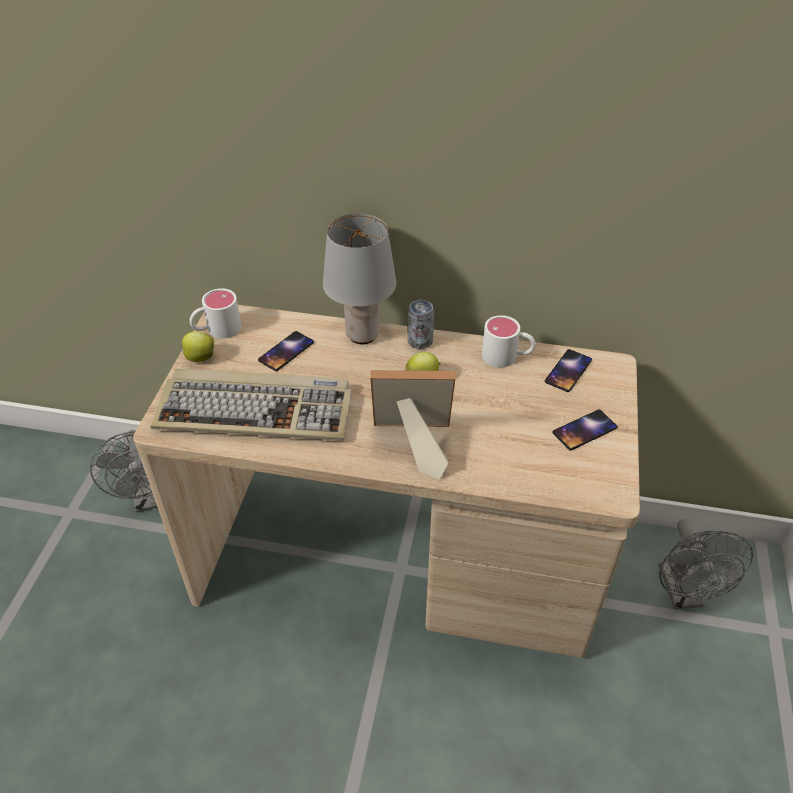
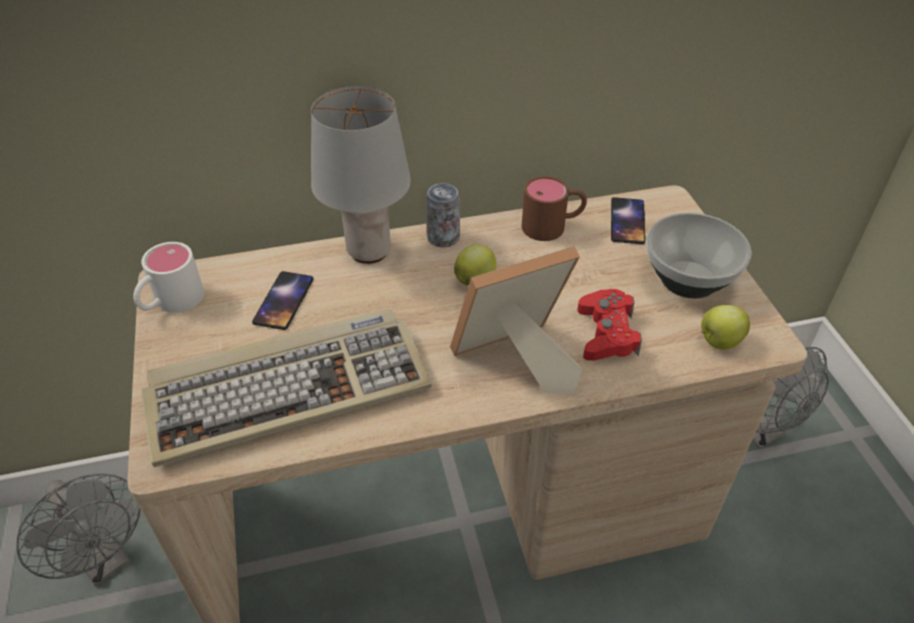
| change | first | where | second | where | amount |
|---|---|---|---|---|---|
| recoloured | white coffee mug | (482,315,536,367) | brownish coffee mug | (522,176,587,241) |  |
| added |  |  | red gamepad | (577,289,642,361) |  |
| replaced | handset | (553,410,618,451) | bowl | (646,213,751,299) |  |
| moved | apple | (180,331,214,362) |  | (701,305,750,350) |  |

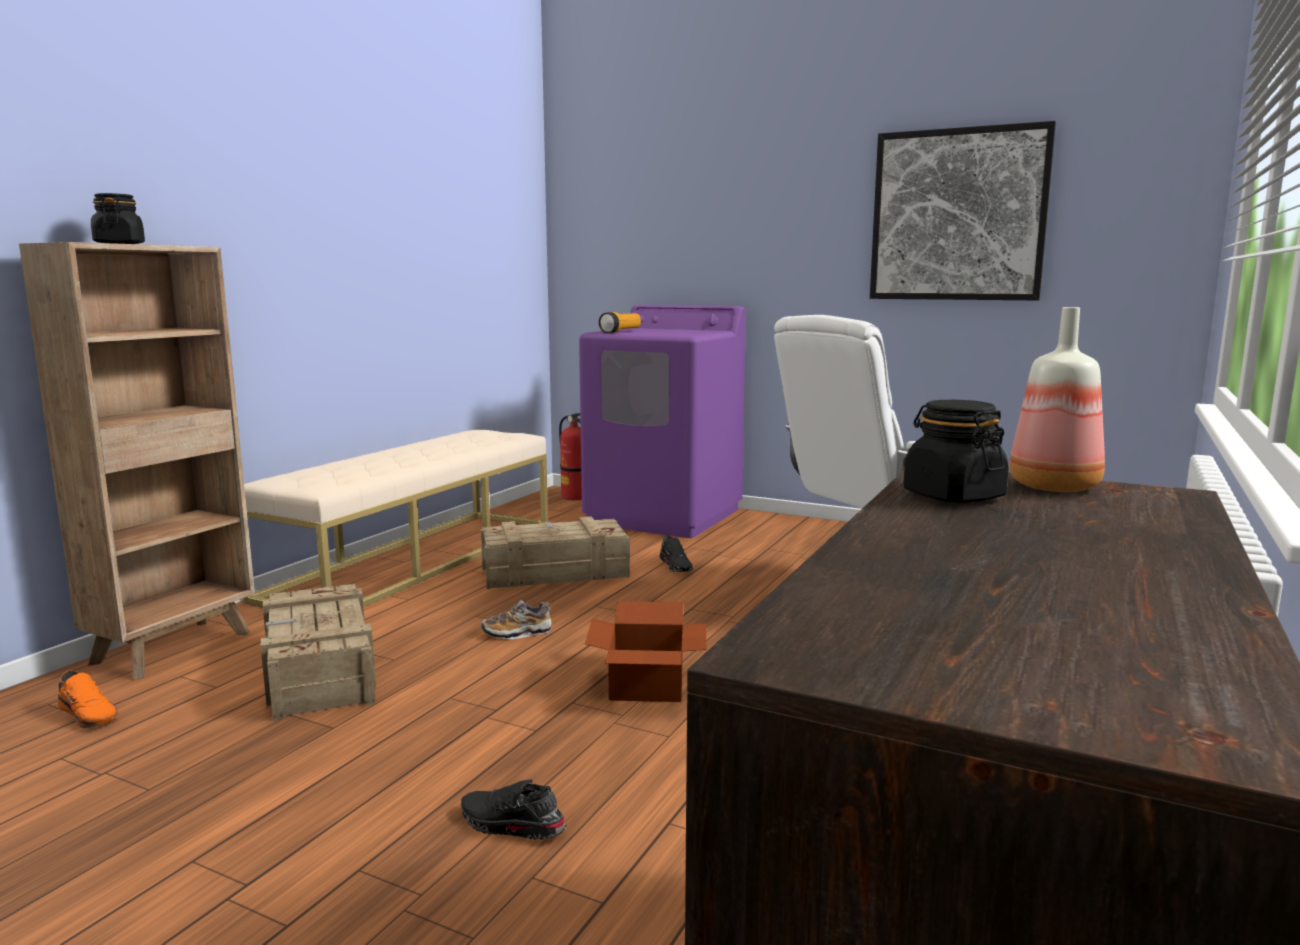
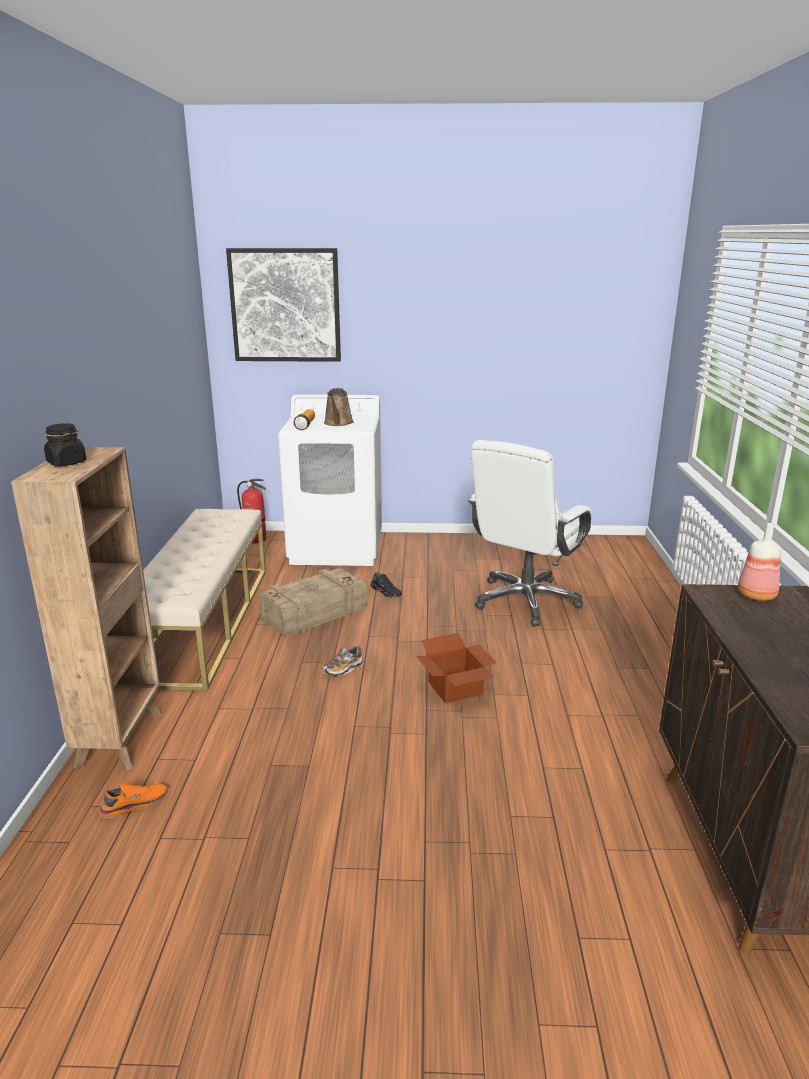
| change | first | where | second | where | amount |
|---|---|---|---|---|---|
| turned | orange-coloured low shoe | (58,671,119,728) |  | (99,783,167,818) | 45 degrees counterclockwise |
| moved | wall art | (870,121,1056,300) |  | (226,248,341,362) |  |
| recoloured | purple laundry machine | (579,305,746,538) | white laundry machine | (278,394,382,566) |  |
| added |  |  | brownish watering can | (324,388,354,426) |  |
| removed | packing crate | (261,584,376,721) |  |  |  |
| removed | black low shoe | (461,779,567,839) |  |  |  |
| removed | black storage jar | (903,400,1009,503) |  |  |  |

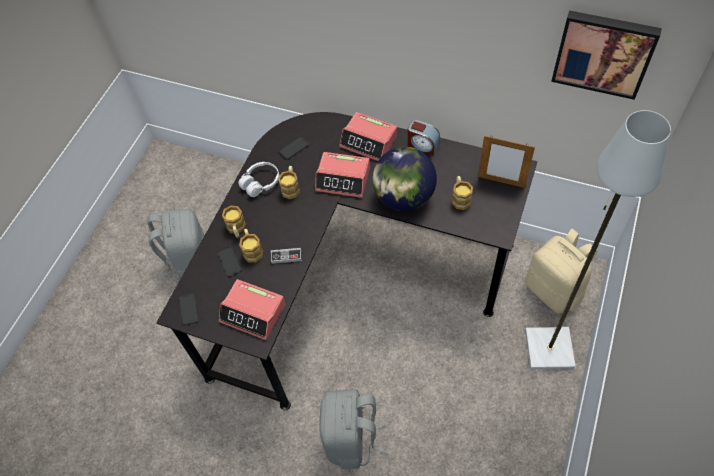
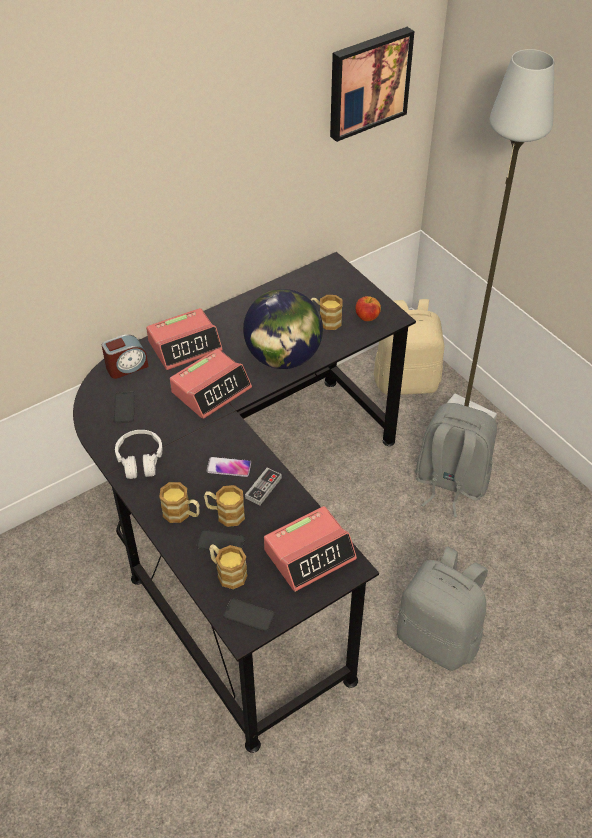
| change | first | where | second | where | amount |
|---|---|---|---|---|---|
| moved | table clock | (408,120,440,155) |  | (102,334,149,379) |  |
| added |  |  | handset | (206,457,251,477) |  |
| moved | coffee mug | (278,166,300,199) |  | (209,544,248,589) |  |
| added |  |  | apple | (355,296,381,321) |  |
| moved | greyish backpack | (148,209,205,283) |  | (415,403,497,517) |  |
| removed | picture frame | (478,136,535,188) |  |  |  |

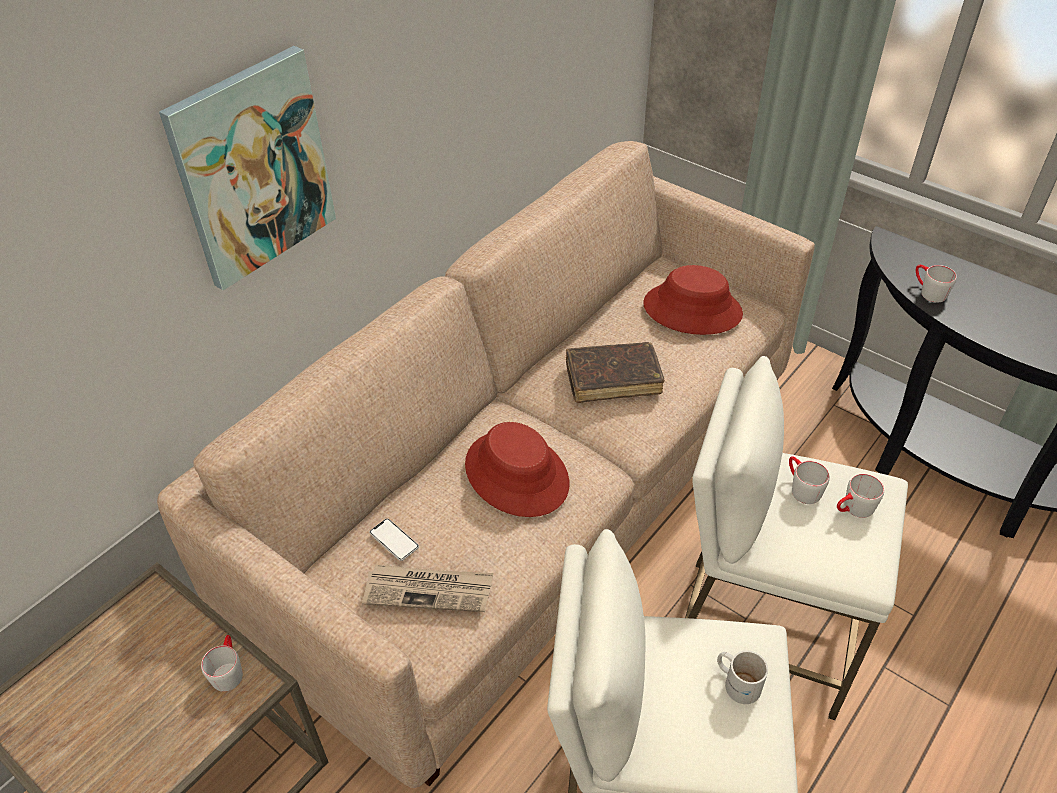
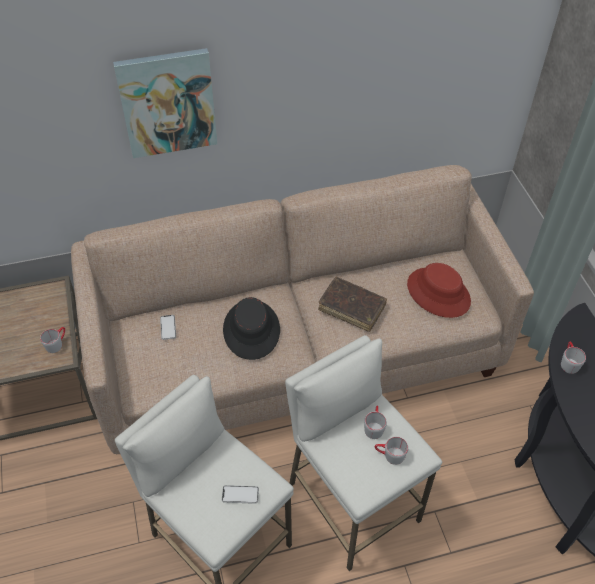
| change | first | where | second | where | amount |
|---|---|---|---|---|---|
| replaced | white coffee mug | (717,650,768,704) | handset | (222,485,259,504) |  |
| recoloured | red clothing hat | (465,422,569,517) | black clothing hat | (223,297,280,360) |  |
| removed | newspaper | (362,565,493,612) |  |  |  |

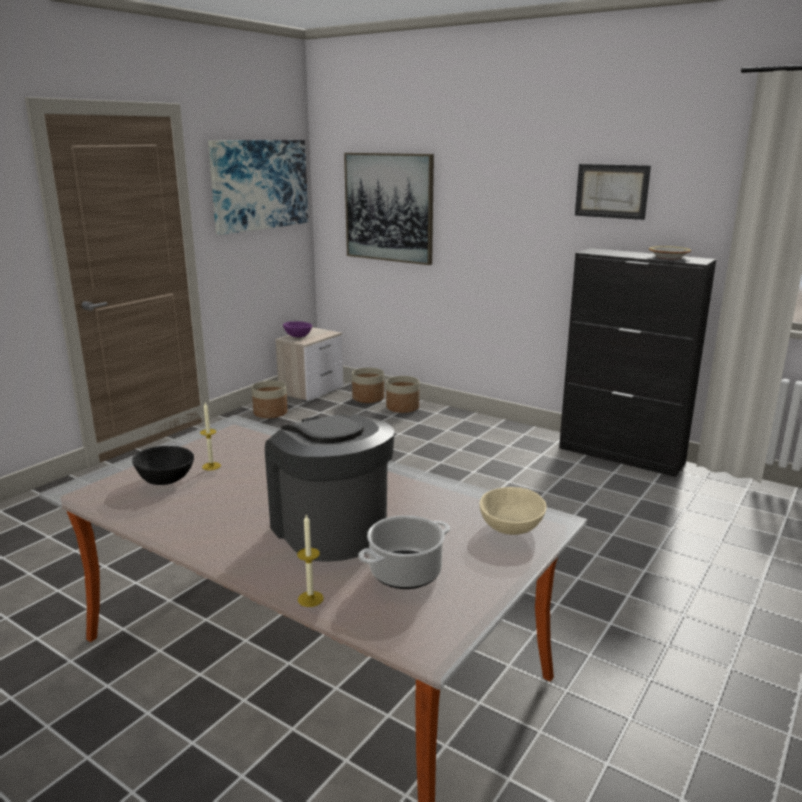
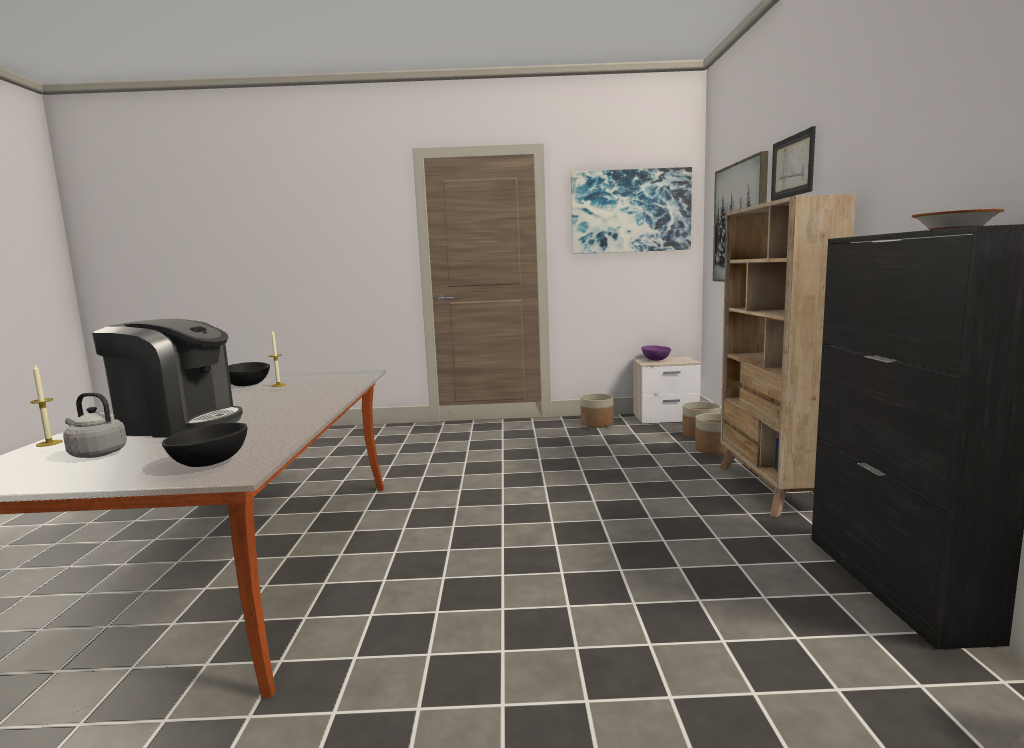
| change | first | where | second | where | amount |
|---|---|---|---|---|---|
| replaced | saucepot | (358,515,450,589) | greyish tea kettle | (63,392,127,458) |  |
| turned | coffee maker | (265,414,395,562) |  | (92,319,243,438) | 75 degrees clockwise |
| recoloured | beige bowl | (480,487,546,535) | black bowl | (162,422,247,467) |  |
| added |  |  | beige shelving unit | (720,194,856,517) |  |
| moved | wall art | (575,164,651,220) |  | (771,126,816,201) |  |

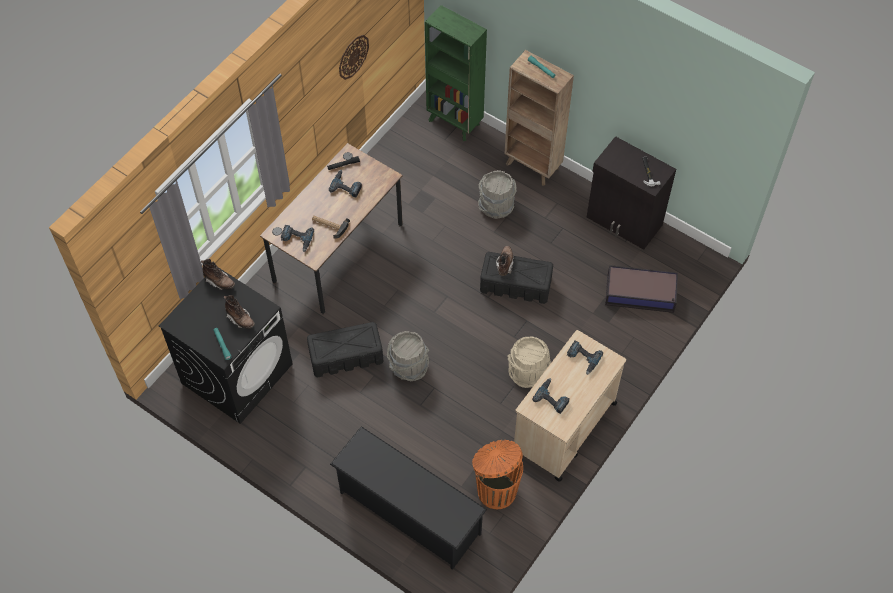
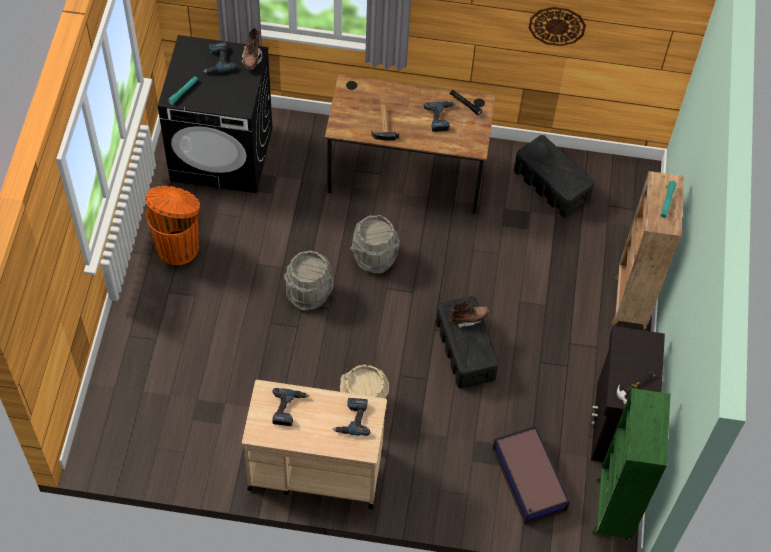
| change | first | where | second | where | amount |
|---|---|---|---|---|---|
| moved | orange-coloured rubbish bin | (472,440,523,509) |  | (145,186,200,265) |  |
| moved | drill | (281,225,314,252) |  | (203,42,236,73) |  |
| moved | greyish water bucket | (478,170,517,219) |  | (350,215,400,274) |  |
| moved | black storage container | (307,322,383,377) |  | (514,135,594,218) |  |
| moved | greenish shelving unit | (425,5,487,141) |  | (592,388,671,541) |  |
| removed | brownish high-top boot | (224,295,255,329) |  |  |  |
| removed | black shoe shelf | (330,426,487,570) |  |  |  |

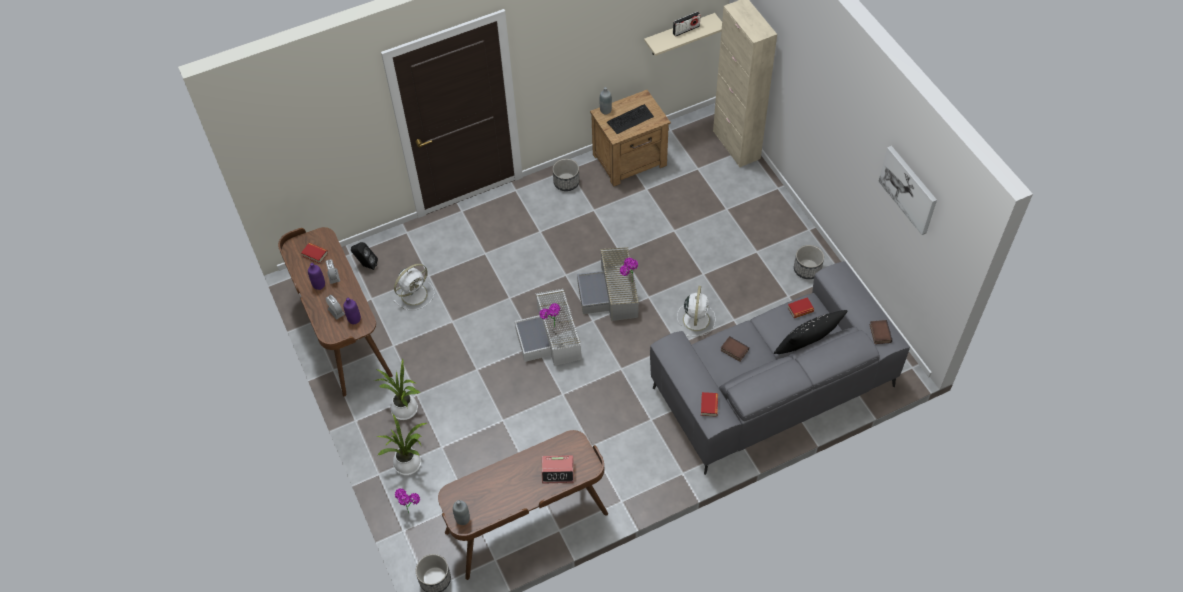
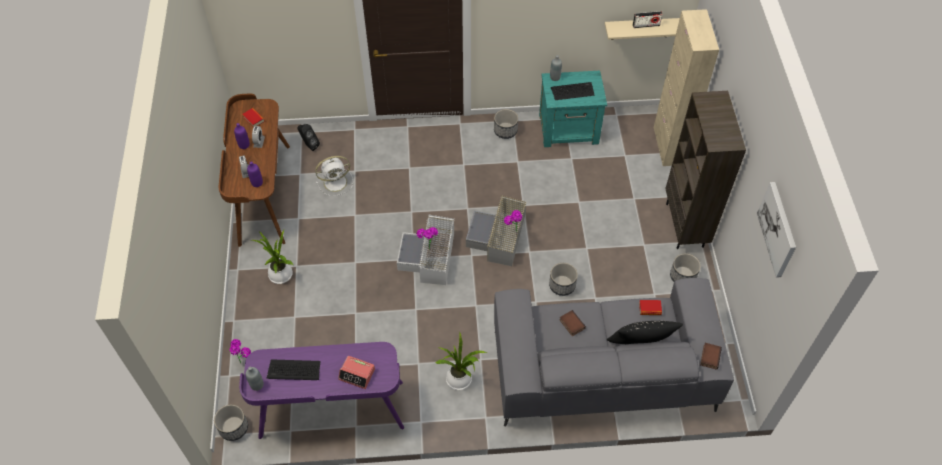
| change | first | where | second | where | amount |
|---|---|---|---|---|---|
| recoloured | brownish desk table | (438,430,608,580) | purple desk table | (239,342,404,439) |  |
| added |  |  | keyboard | (267,359,320,380) |  |
| moved | potted plant | (377,413,427,475) |  | (436,332,487,390) |  |
| recoloured | brownish night table | (590,90,671,186) | turquoise night table | (539,71,607,147) |  |
| replaced | white cooling fan | (677,286,716,336) | plant pot | (549,263,578,296) |  |
| added |  |  | brownish shelving unit | (665,91,746,249) |  |
| removed | bound book | (701,392,718,417) |  |  |  |

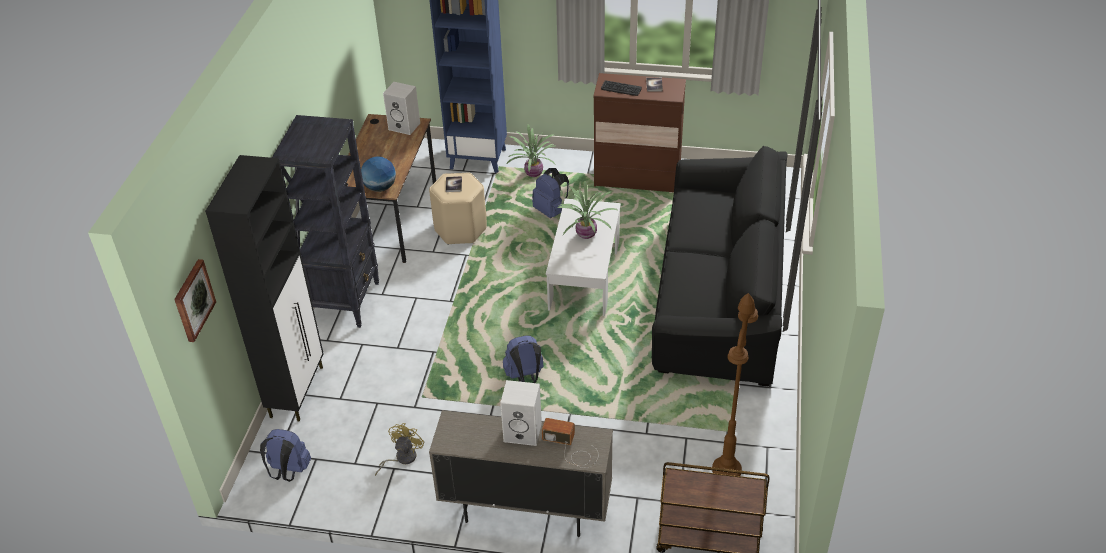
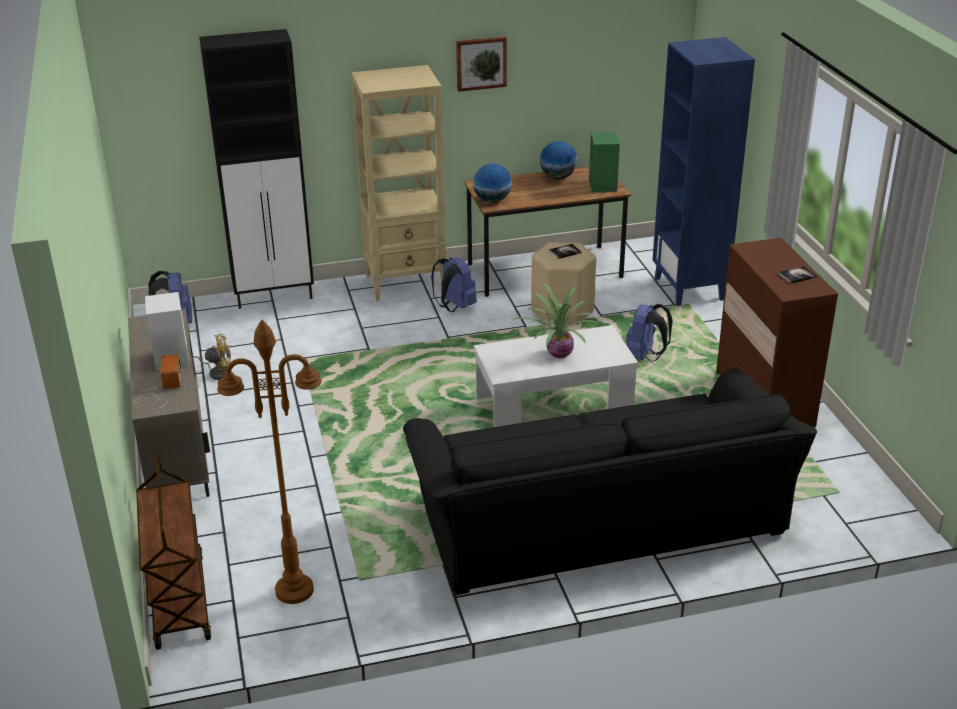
| change | first | where | second | where | amount |
|---|---|---|---|---|---|
| recoloured | black shelving unit | (272,115,379,328) | beige shelving unit | (351,65,446,301) |  |
| moved | bluish backpack | (503,335,543,383) |  | (431,257,477,312) |  |
| moved | wall art | (174,259,216,342) |  | (456,36,507,92) |  |
| added |  |  | globe | (540,141,577,179) |  |
| recoloured | white loudspeaker | (383,82,420,135) | greenish loudspeaker | (589,133,620,192) |  |
| removed | potted plant | (506,124,555,177) |  |  |  |
| removed | keyboard | (601,80,642,96) |  |  |  |

